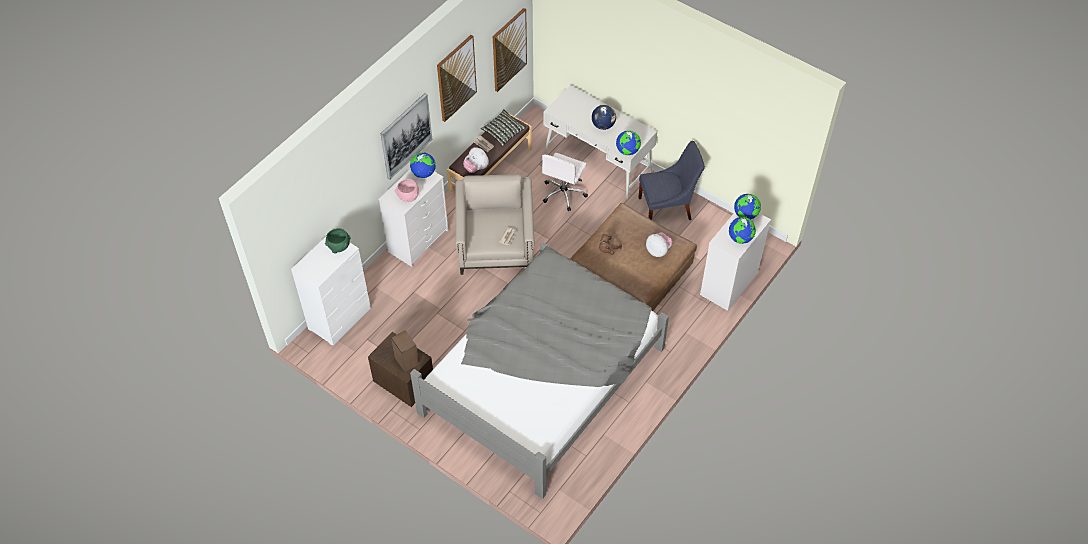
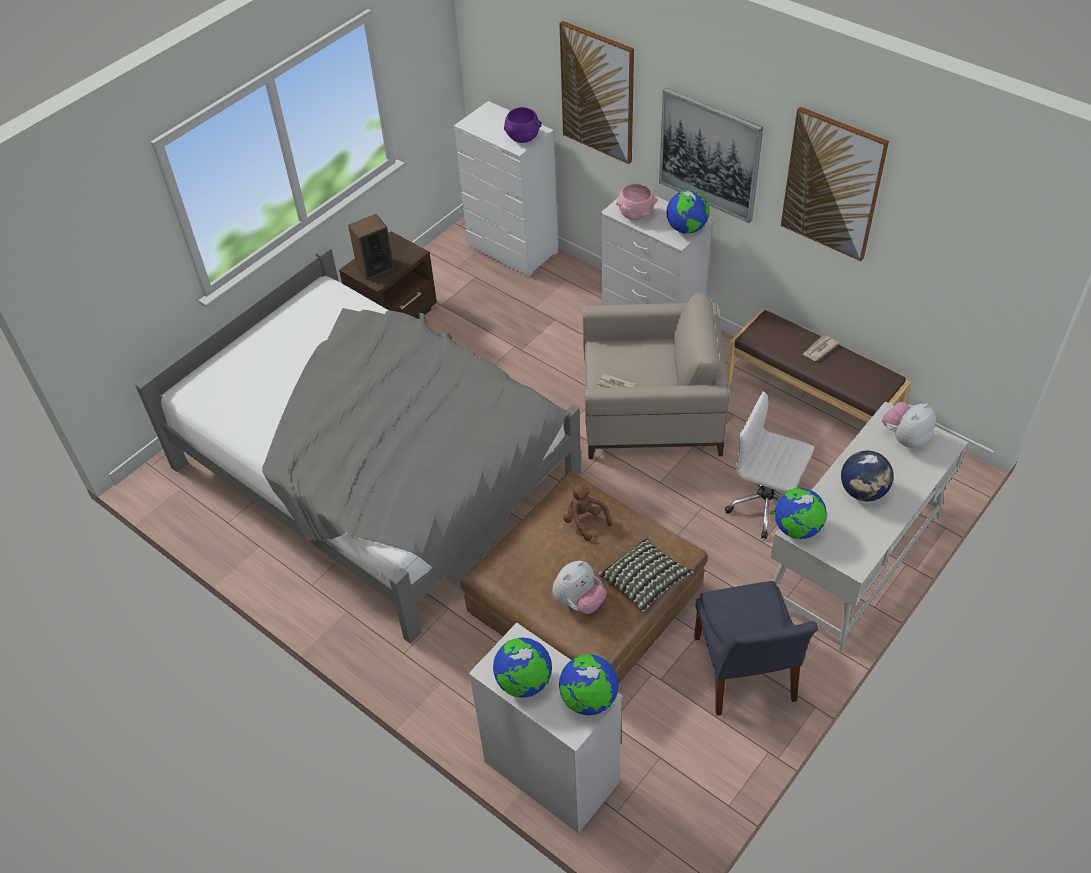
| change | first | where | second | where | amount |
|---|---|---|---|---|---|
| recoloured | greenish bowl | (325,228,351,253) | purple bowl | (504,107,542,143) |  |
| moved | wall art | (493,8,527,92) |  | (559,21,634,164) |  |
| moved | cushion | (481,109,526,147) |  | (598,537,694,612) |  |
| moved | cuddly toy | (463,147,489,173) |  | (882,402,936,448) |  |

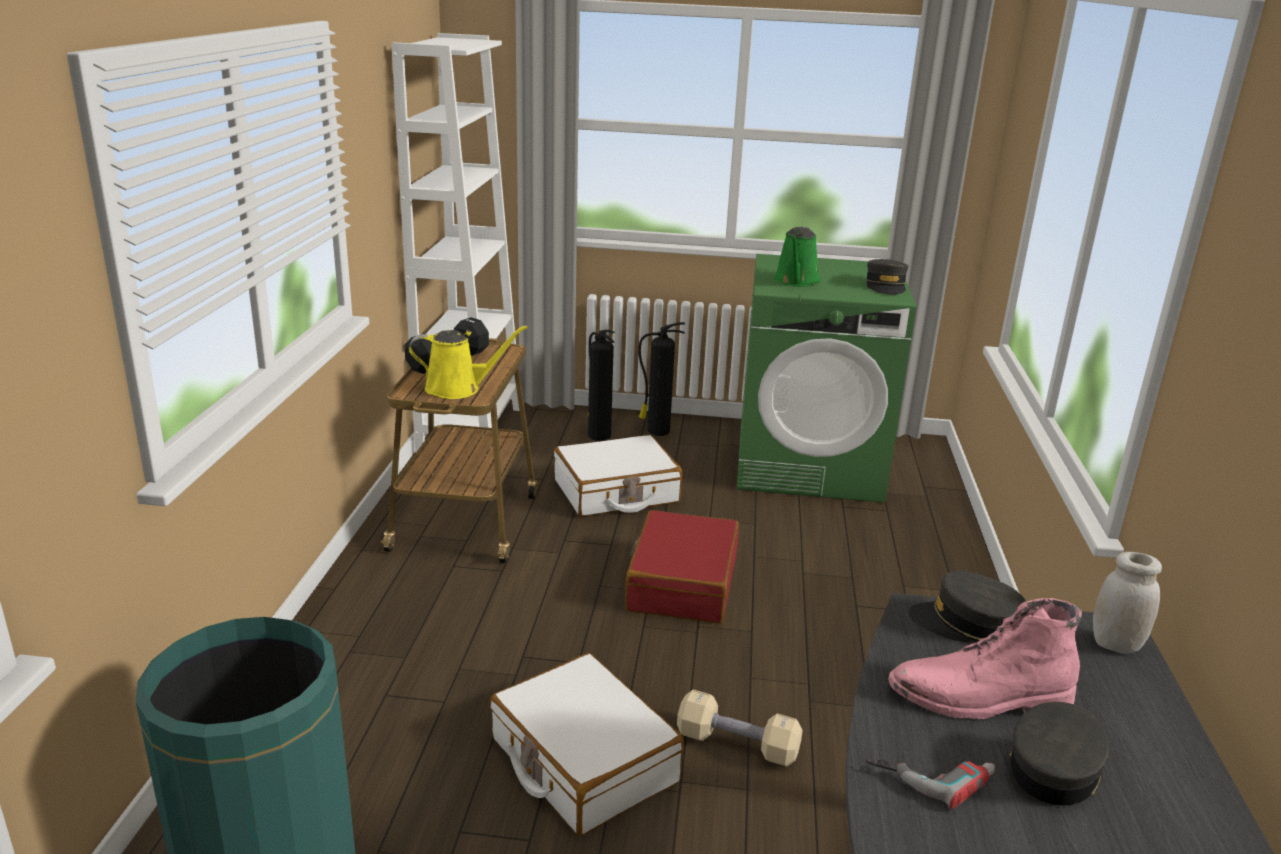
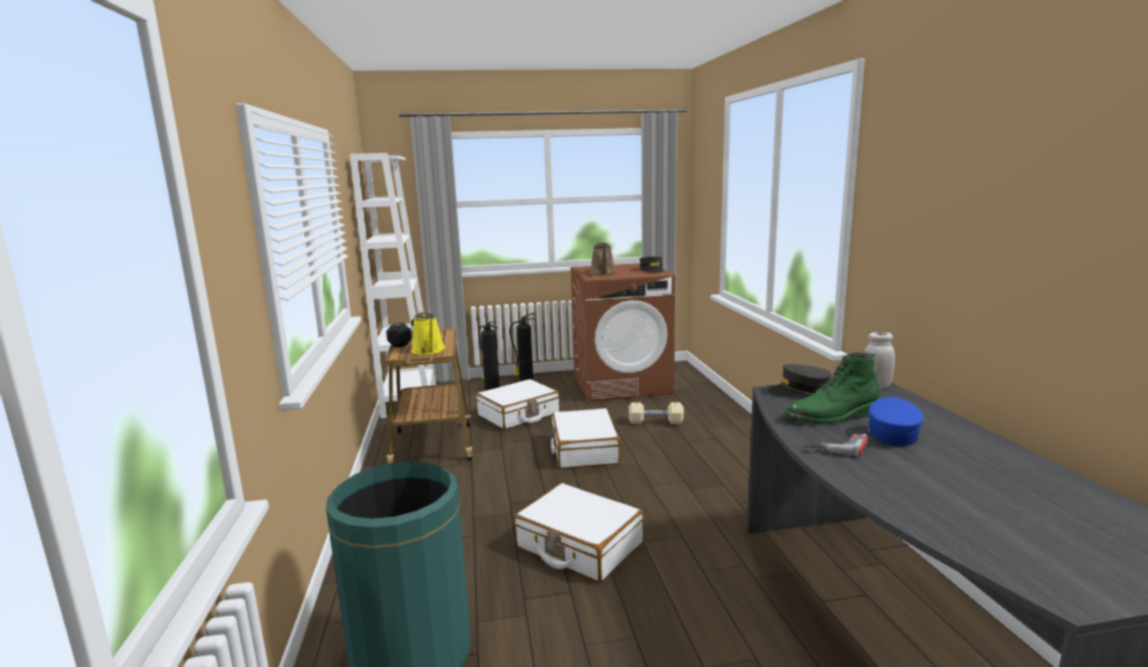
| change | first | where | second | where | amount |
|---|---|---|---|---|---|
| turned | yellow-coloured watering can | (409,325,528,399) |  | (411,312,445,355) | 90 degrees clockwise |
| recoloured | red travel case | (625,510,739,624) | white travel case | (550,408,620,469) |  |
| recoloured | greenish laundry machine | (737,254,916,503) | brownish laundry machine | (570,263,675,402) |  |
| recoloured | greenish watering can | (774,226,820,286) | brownish watering can | (590,242,616,275) |  |
| moved | beige hand weight | (677,690,803,767) |  | (629,402,684,424) |  |
| recoloured | pink-coloured high-top boot | (888,598,1082,719) | greenish high-top boot | (784,352,880,425) |  |
| recoloured | greyish peaked cap | (1009,702,1109,805) | bluish peaked cap | (867,397,923,446) |  |

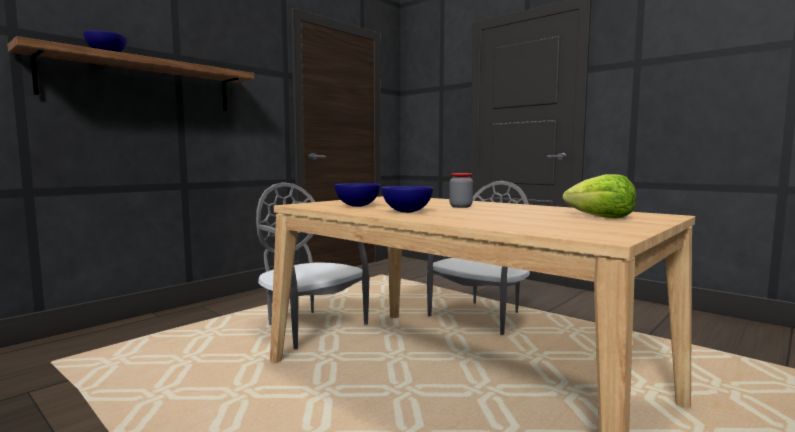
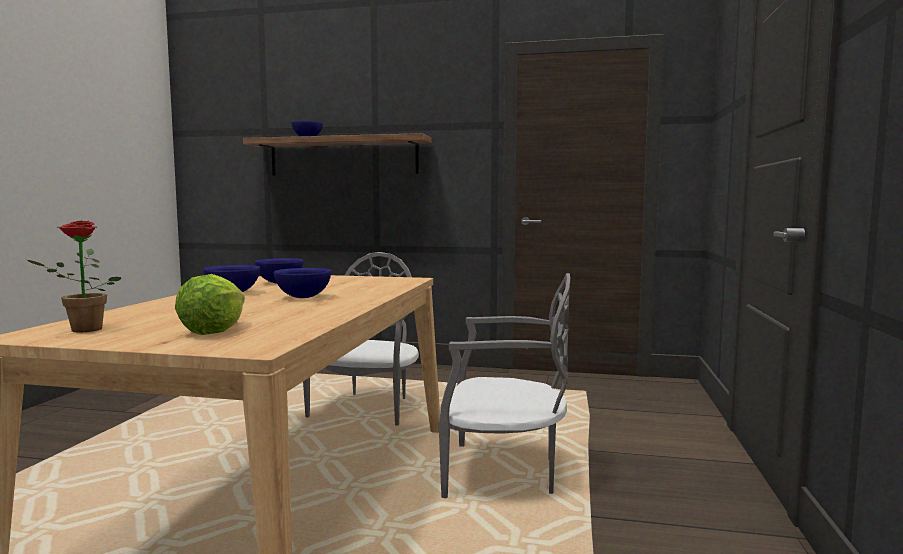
| change | first | where | second | where | amount |
|---|---|---|---|---|---|
| added |  |  | potted plant | (27,220,121,332) |  |
| replaced | storage jar | (449,173,473,208) | bluish bowl | (274,268,331,298) |  |

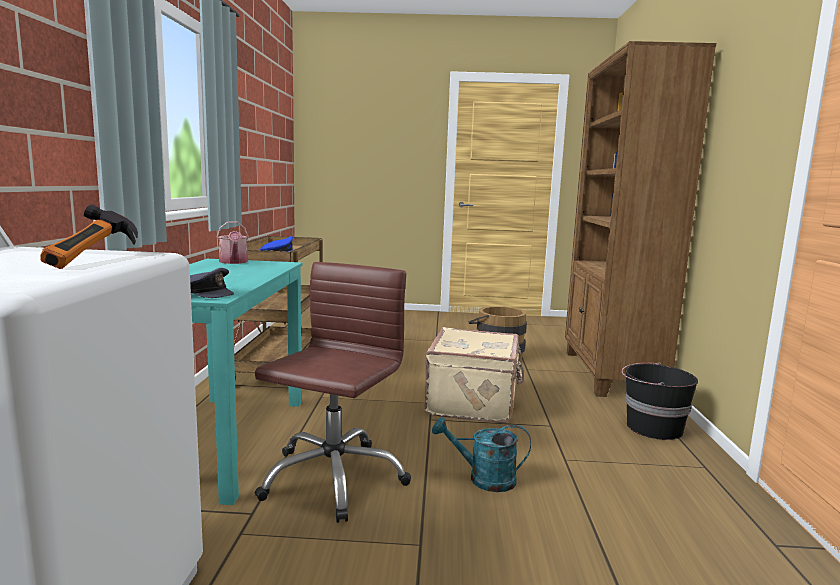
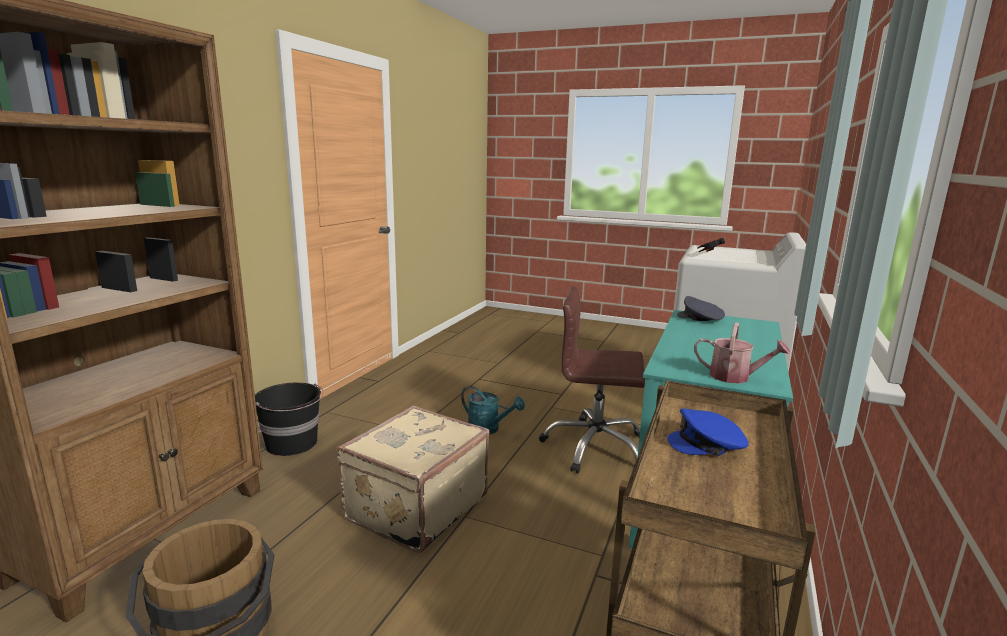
| change | first | where | second | where | amount |
|---|---|---|---|---|---|
| turned | brownish office chair | (255,262,411,523) |  | (539,286,645,473) | 60 degrees clockwise |
| turned | watering can | (217,222,249,264) |  | (694,322,791,384) | 120 degrees clockwise |

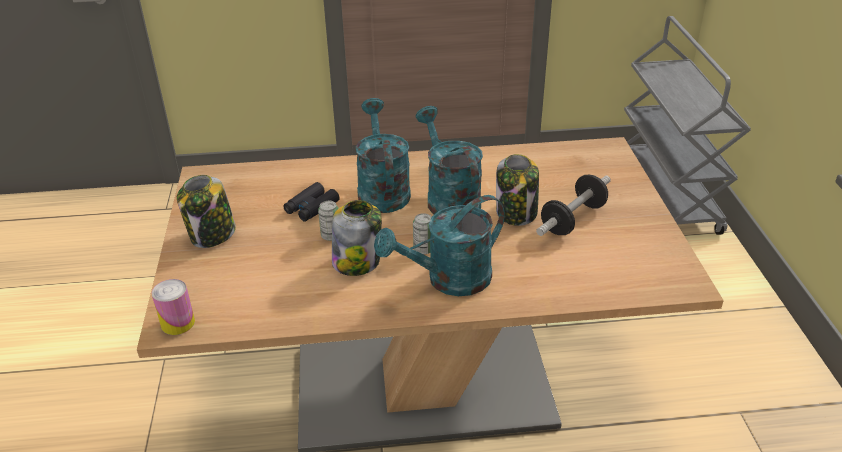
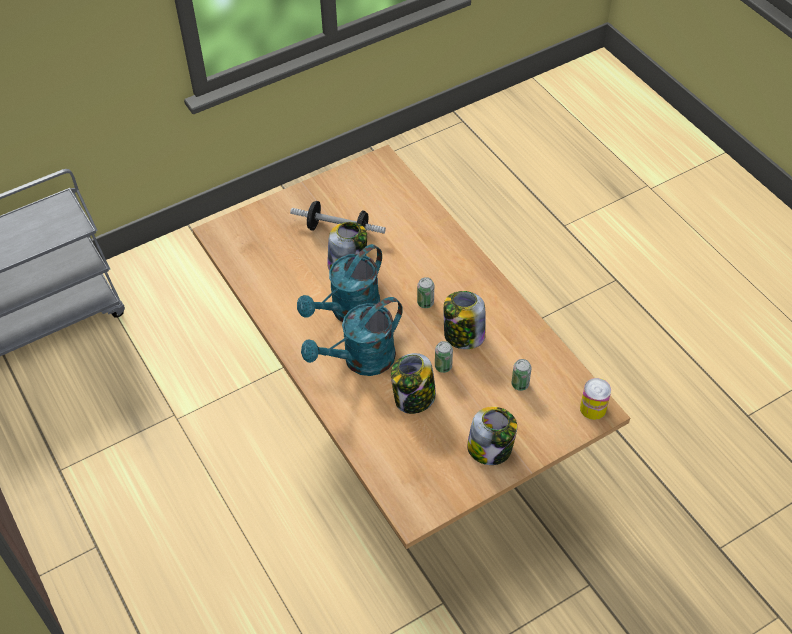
| change | first | where | second | where | amount |
|---|---|---|---|---|---|
| replaced | black field glasses | (283,182,339,222) | storage jar | (391,353,436,414) |  |
| added |  |  | metal can | (512,359,532,391) |  |
| removed | turquoise watering can | (374,195,505,296) |  |  |  |

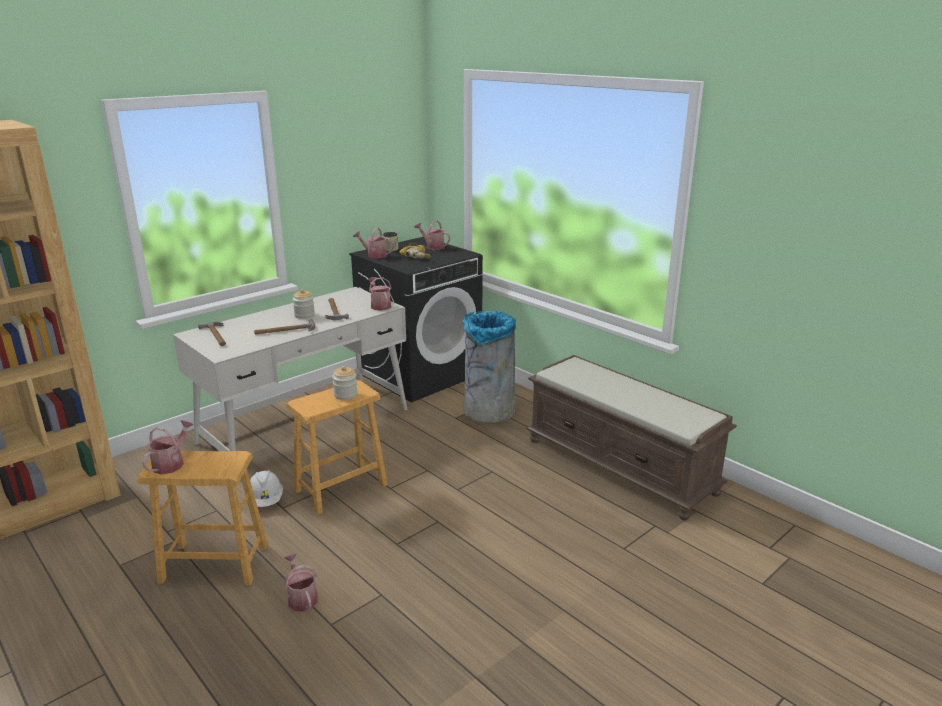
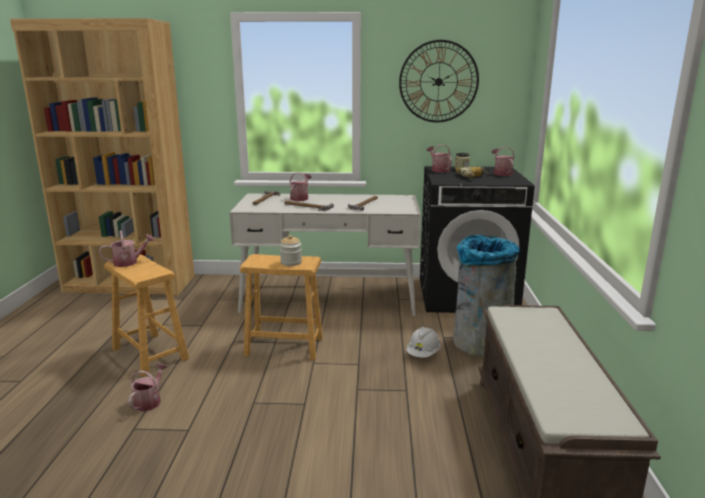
| change | first | where | second | where | amount |
|---|---|---|---|---|---|
| moved | watering can | (368,277,391,311) |  | (289,172,312,201) |  |
| added |  |  | hanging clock | (399,40,479,122) |  |
| moved | white safety helmet | (250,470,283,507) |  | (406,327,441,358) |  |
| removed | storage jar | (293,289,315,319) |  |  |  |

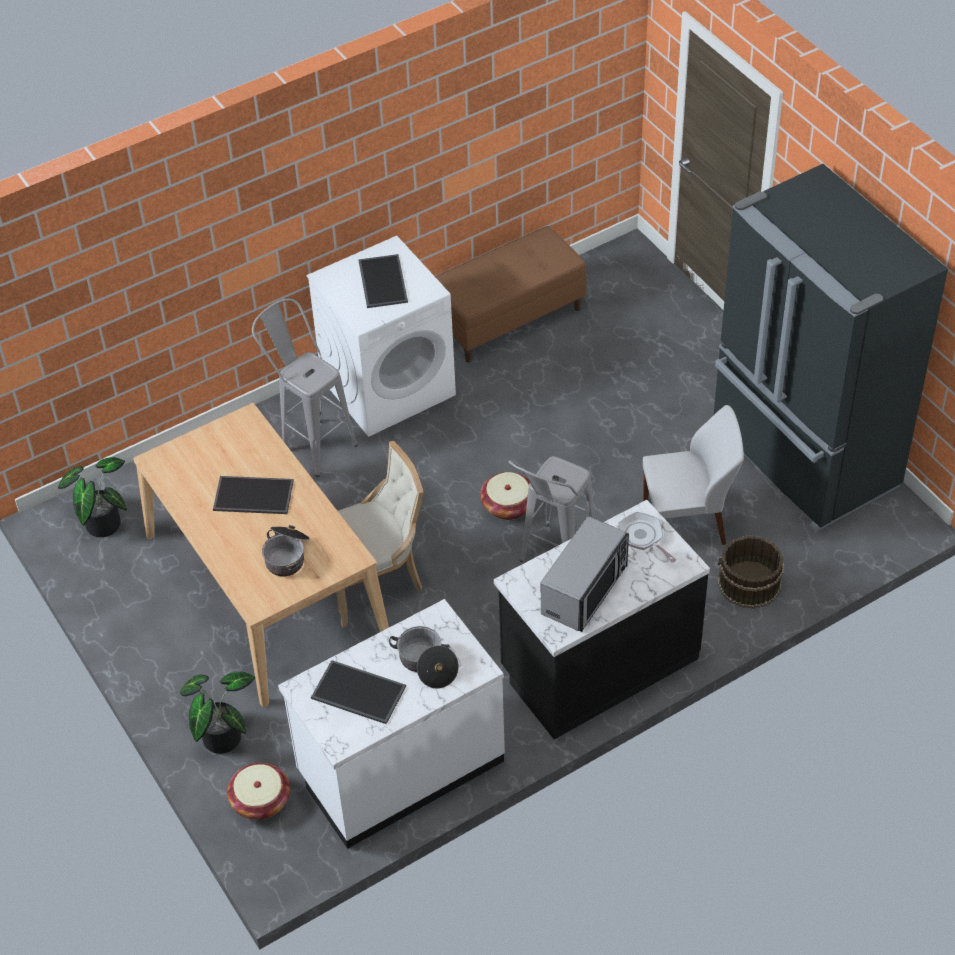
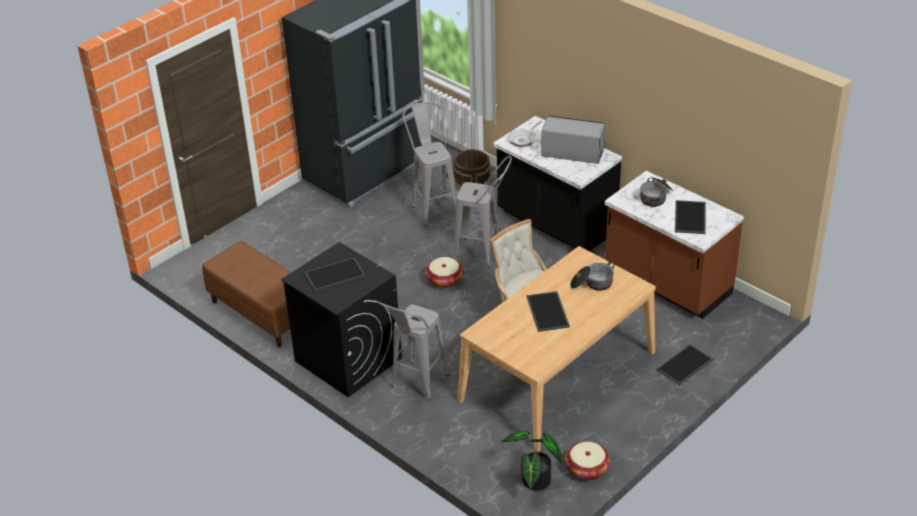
| change | first | where | second | where | amount |
|---|---|---|---|---|---|
| recoloured | white laundry machine | (307,236,456,437) | black laundry machine | (281,242,402,397) |  |
| replaced | white plain chair | (643,405,744,545) | greyish stool seat | (403,102,457,226) |  |
| moved | basket | (227,763,290,820) |  | (565,442,610,480) |  |
| recoloured | white kitchen base unit | (278,599,505,849) | brownish kitchen base unit | (605,171,744,319) |  |
| replaced | potted plant | (180,672,255,754) | carrying tray | (656,344,714,385) |  |

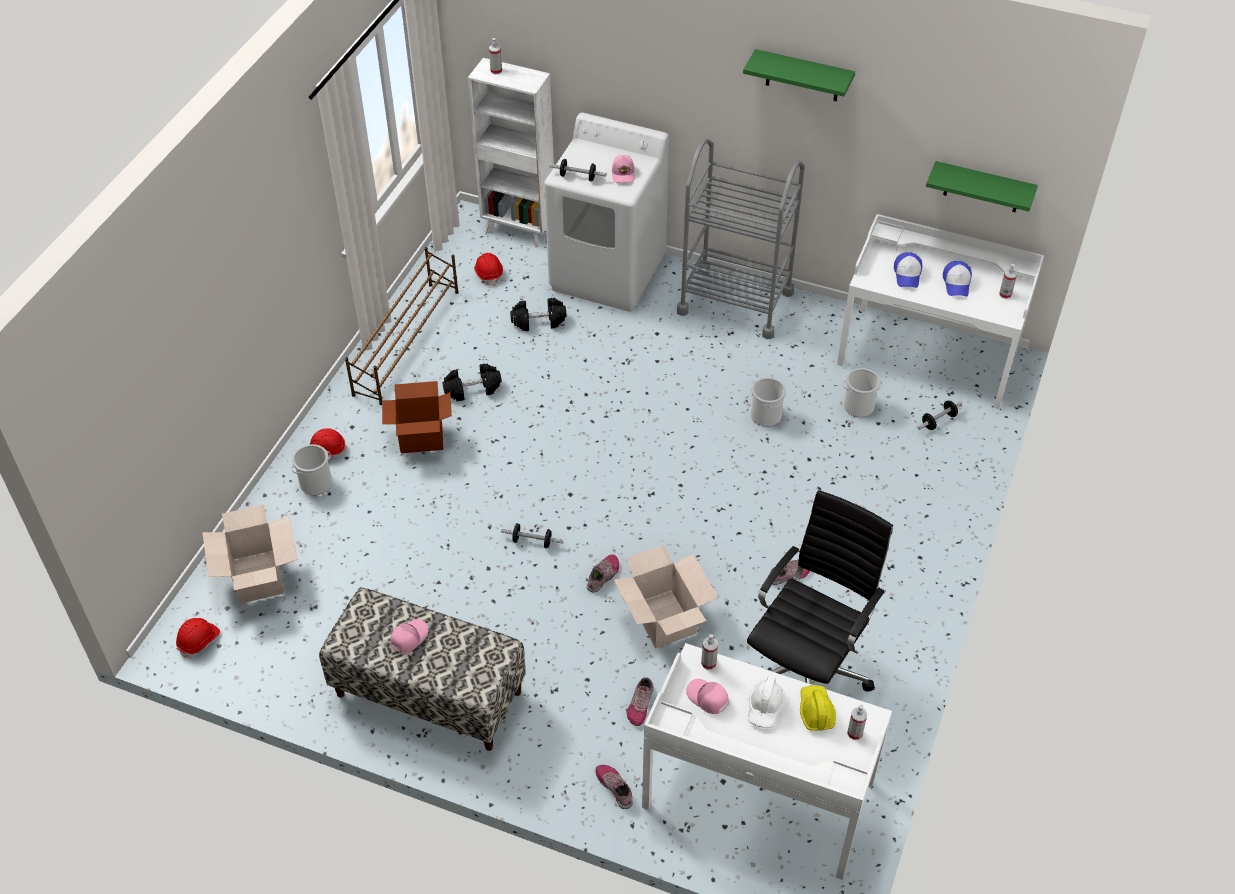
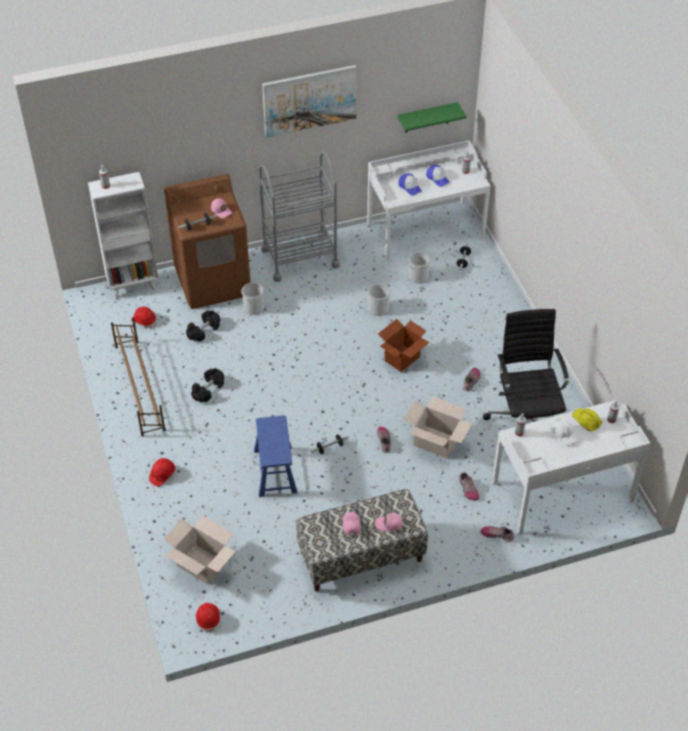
| change | first | where | second | where | amount |
|---|---|---|---|---|---|
| recoloured | white laundry machine | (544,113,669,312) | brownish laundry machine | (164,174,250,309) |  |
| moved | water bucket | (292,444,332,495) |  | (241,282,264,315) |  |
| added |  |  | bluish stool seat | (254,415,297,497) |  |
| replaced | greenish shelf | (743,49,855,101) | wall art | (262,65,357,137) |  |
| moved | pink-coloured peaked cap | (686,679,729,714) |  | (375,513,403,532) |  |
| moved | carton | (382,381,452,453) |  | (378,319,430,372) |  |

